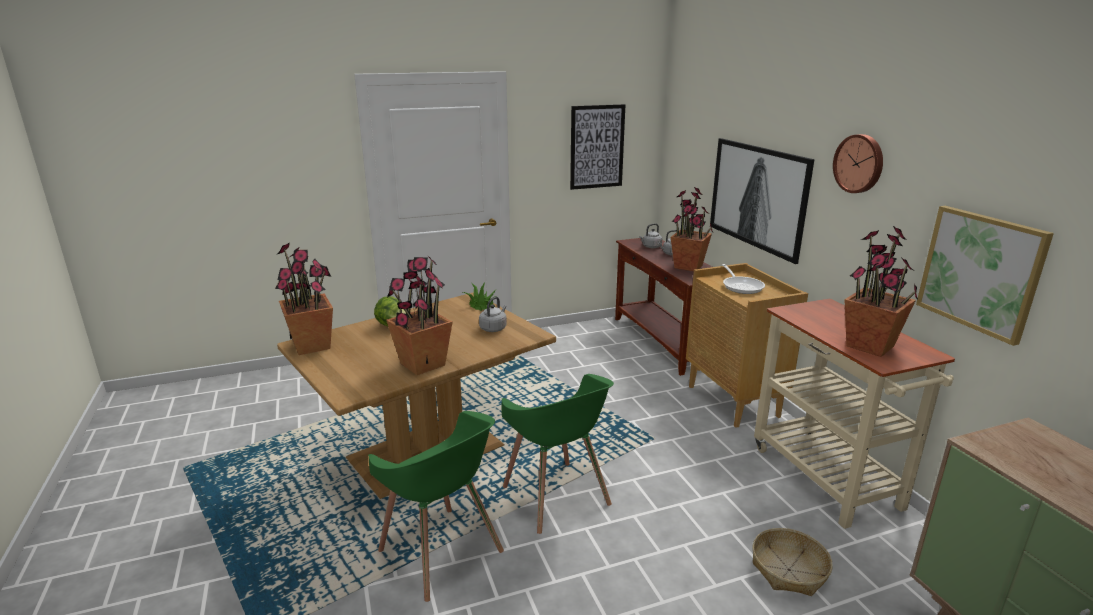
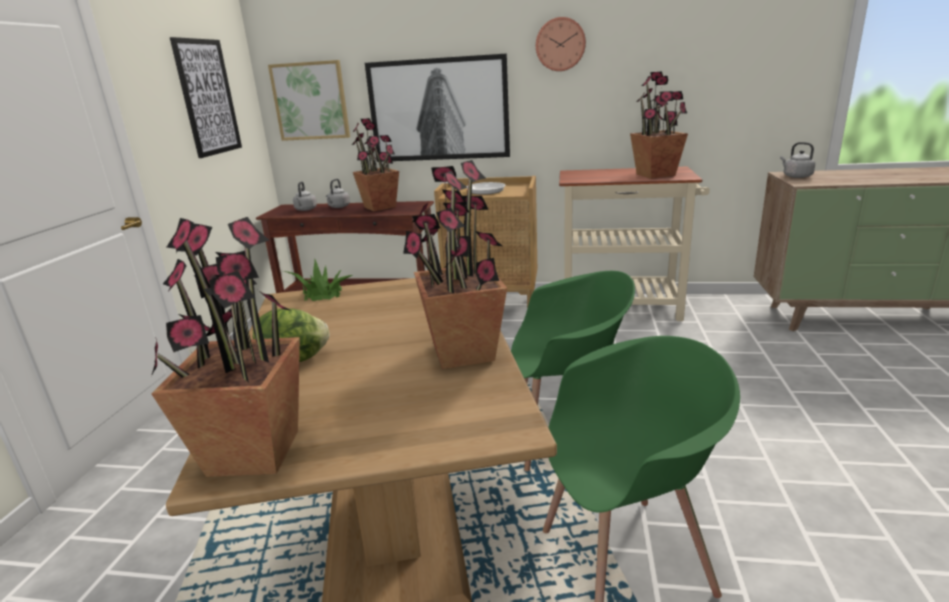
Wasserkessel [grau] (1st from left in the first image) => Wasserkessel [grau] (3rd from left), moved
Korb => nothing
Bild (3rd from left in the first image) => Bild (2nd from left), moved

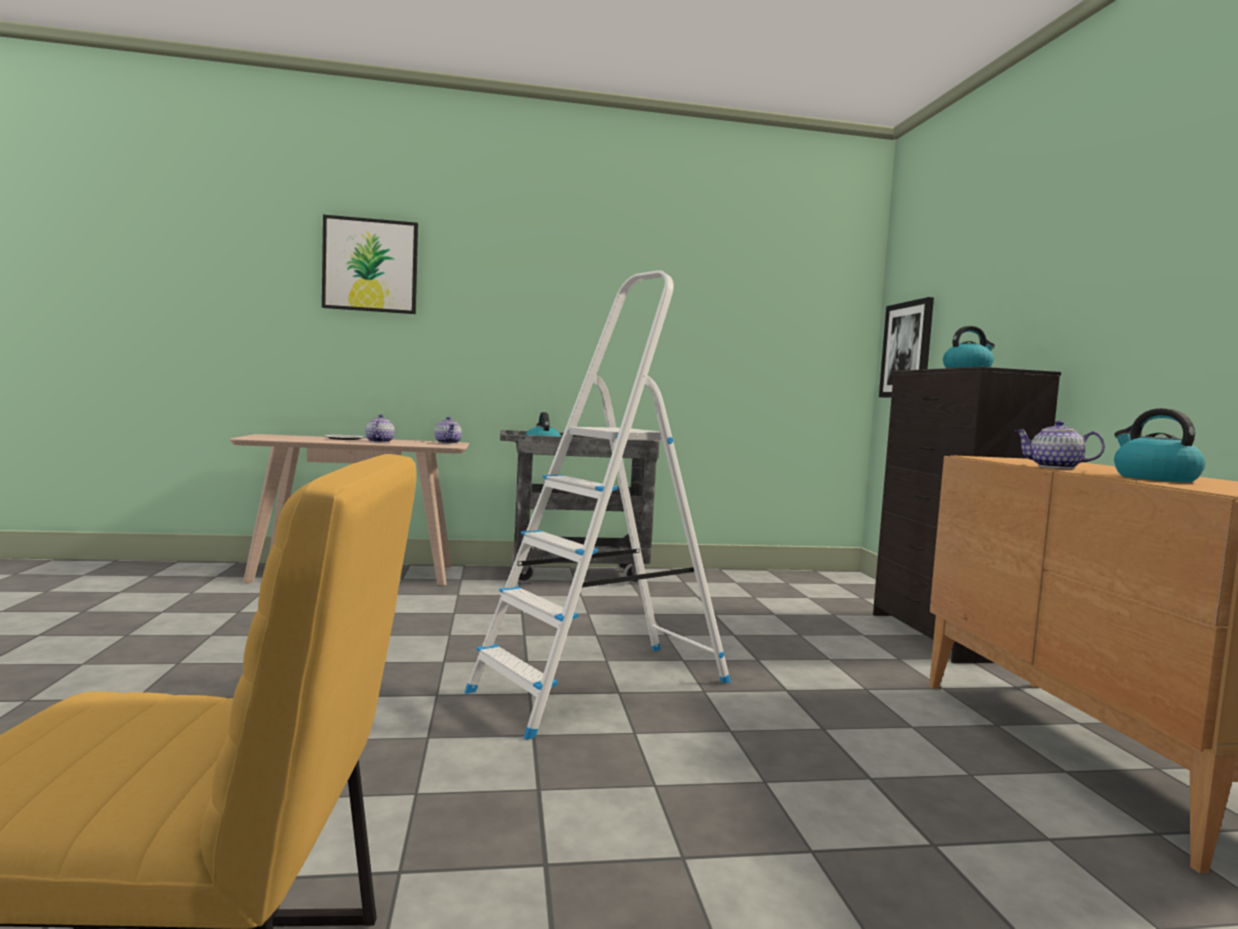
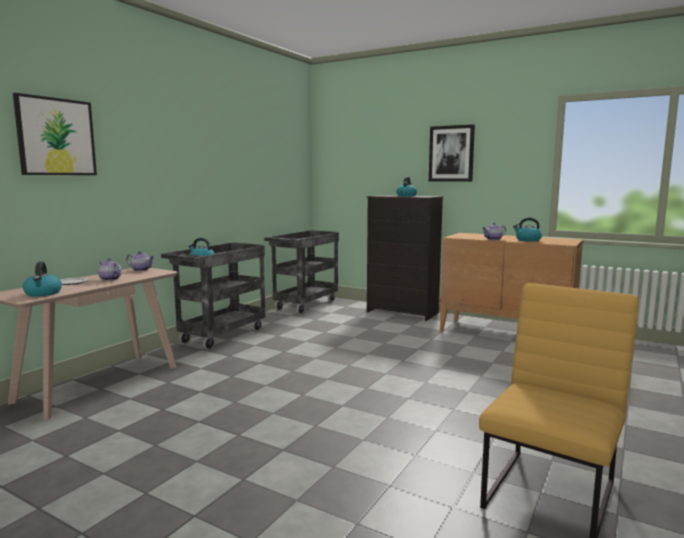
Trittleiter [weiß] => nothing
Bild (2nd from left), moved
nothing => Wasserkessel (1st from left)
nothing => Rollwagen [schwarz] (2nd from left)

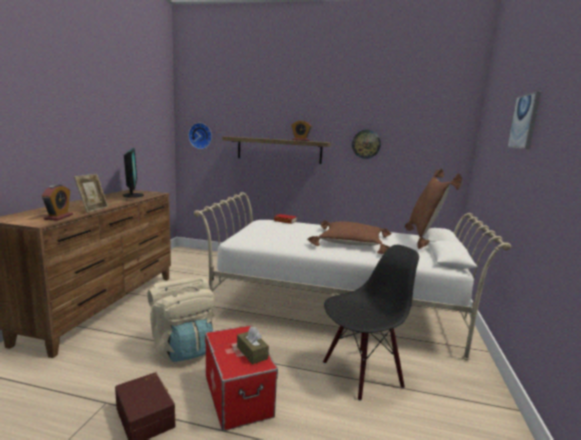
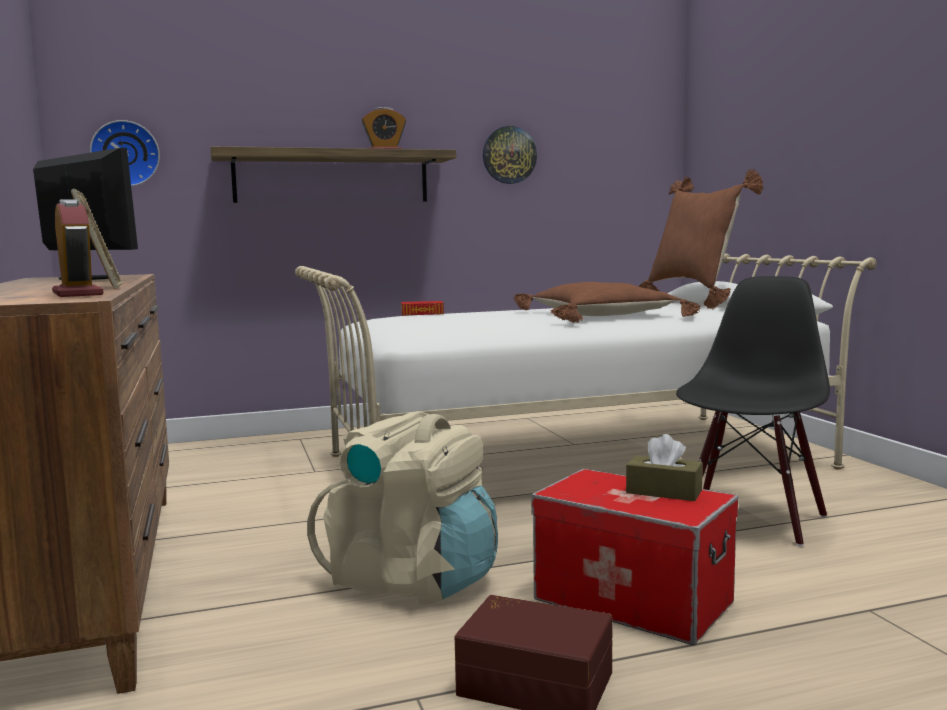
Bild => nothing

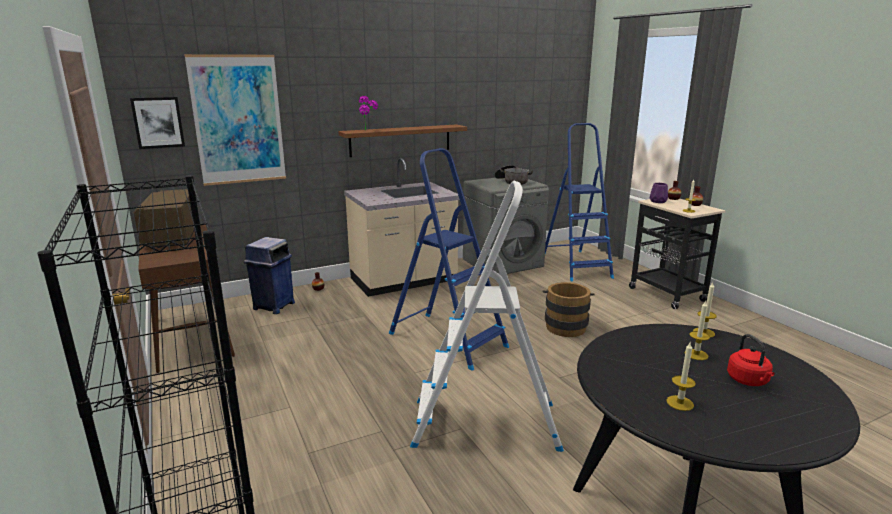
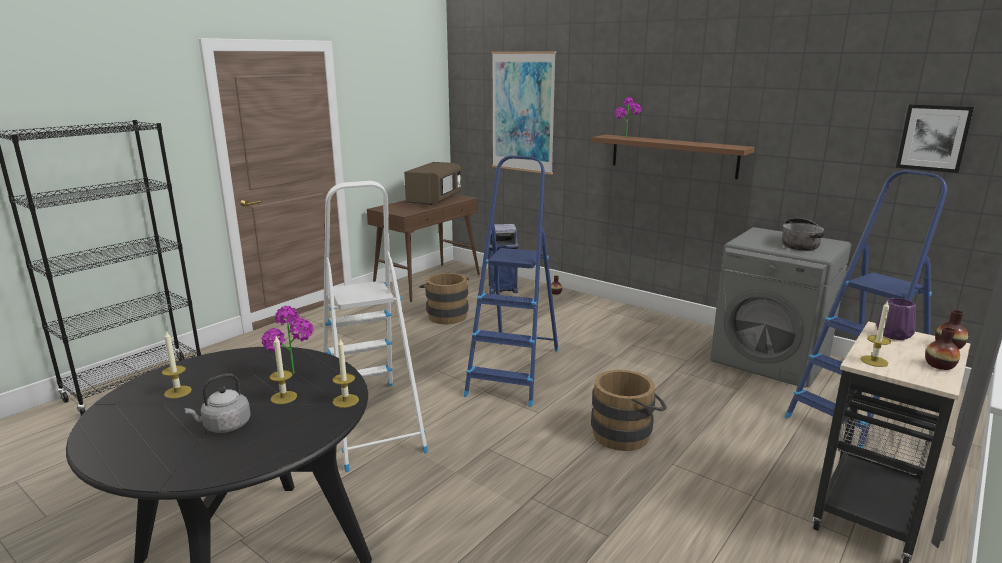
Bild (1st from left in the first image) => Bild (2nd from left), moved
Mikrowelle [braun], 150 degrees clockwise
Küchenzeile [beige] => nothing
Wasserkessel [rot] => Wasserkessel [grau]
nothing => Topfpflanze (1st from left)
nothing => Eimer [braun] (1st from left)

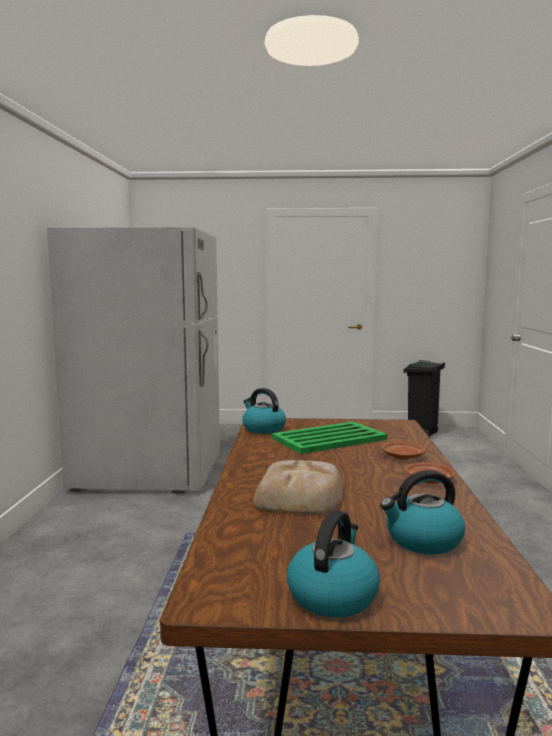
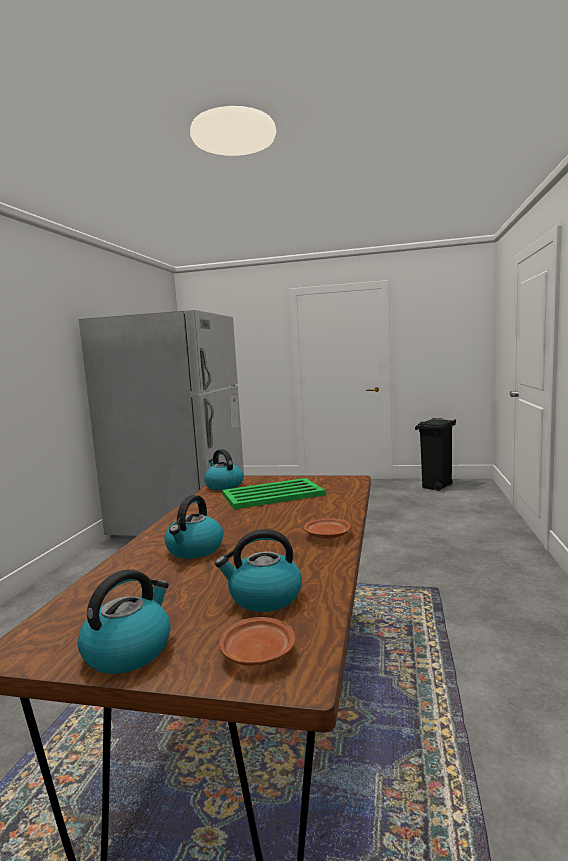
Brot => Wasserkessel (2nd from left)
Teller [braun] (1st from left), moved

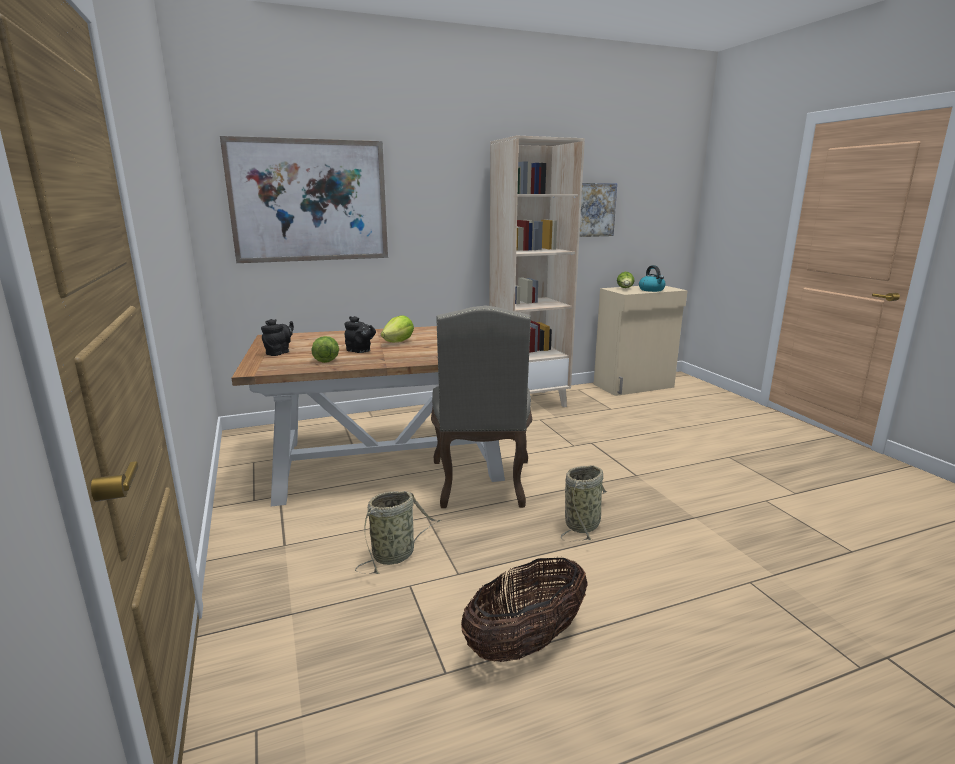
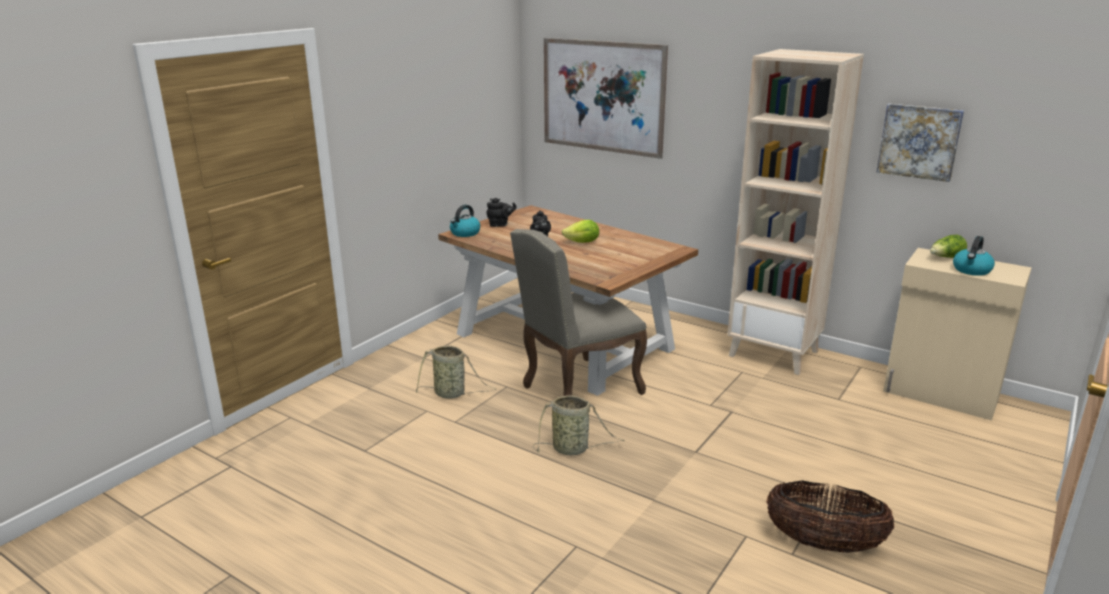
Salatkopf (1st from left) => nothing
Korb (2nd from left in the first image) => Korb (3rd from left), moved
nothing => Wasserkessel (1st from left)

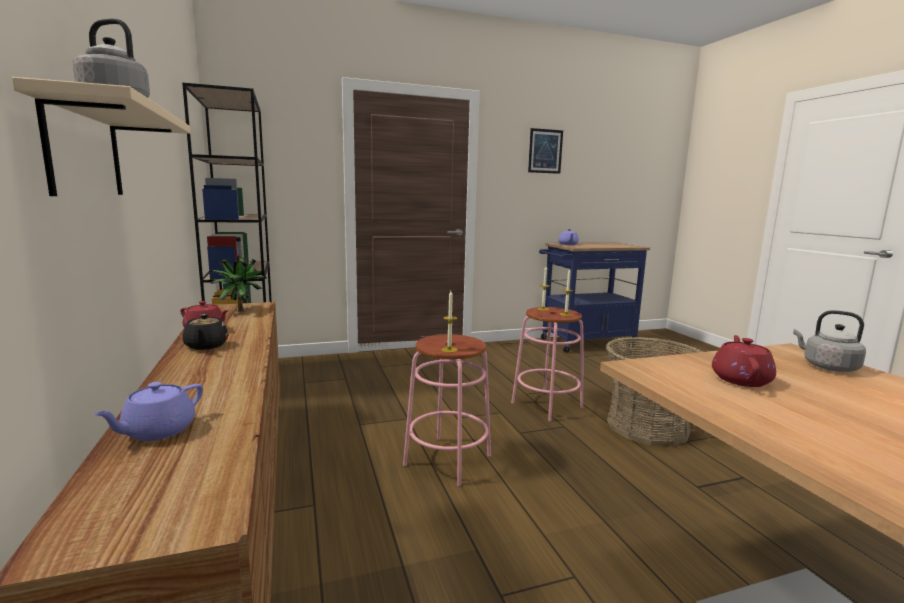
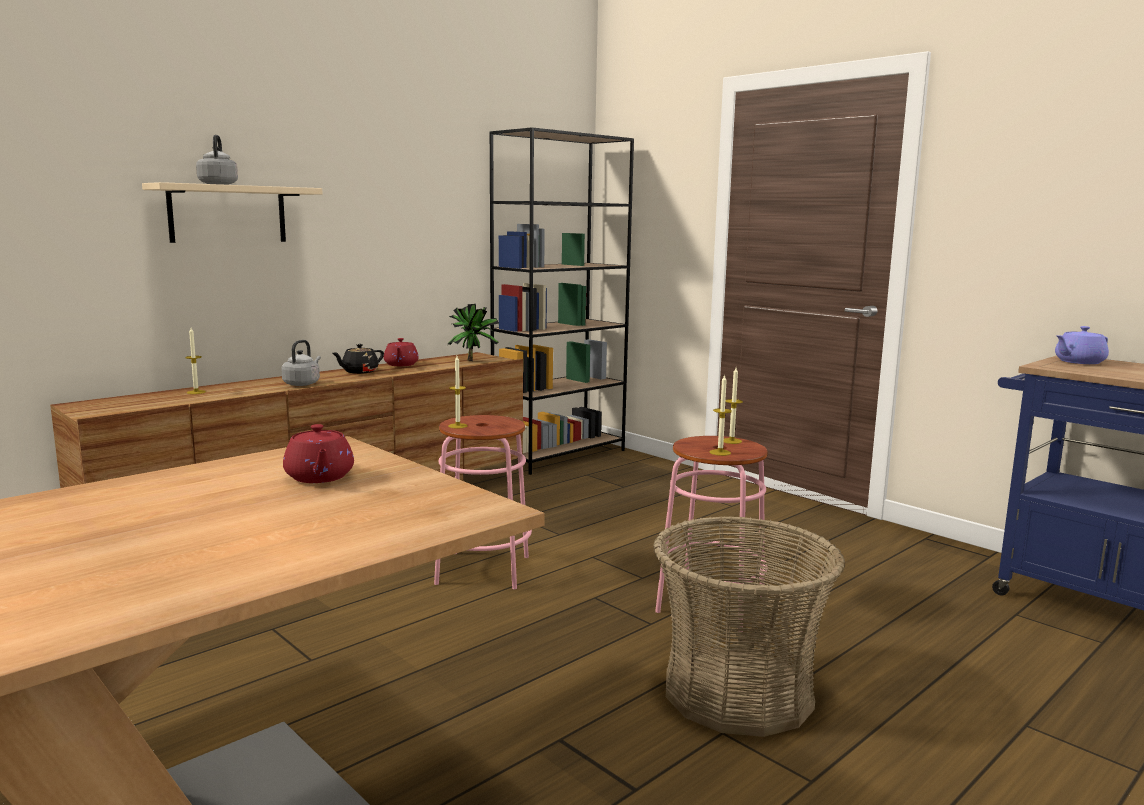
Teekanne [lila] (1st from left) => Kerze (1st from left)
Bild => nothing
Teekanne [rot] (2nd from left in the first image) => Teekanne [rot] (1st from left), 75 degrees clockwise
Wasserkessel [grau] (2nd from left), moved

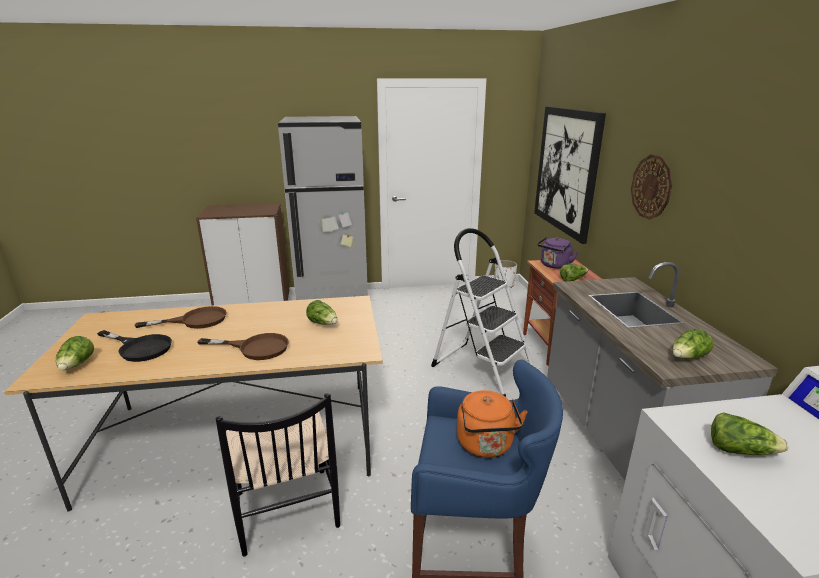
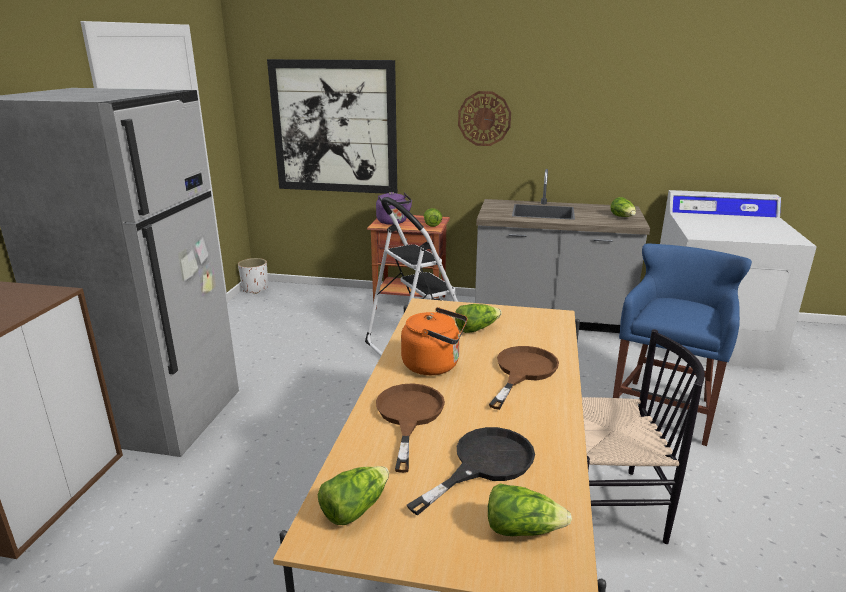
Wasserkessel [orange], moved
Salatkopf (5th from left in the first image) => Salatkopf (1st from left), moved

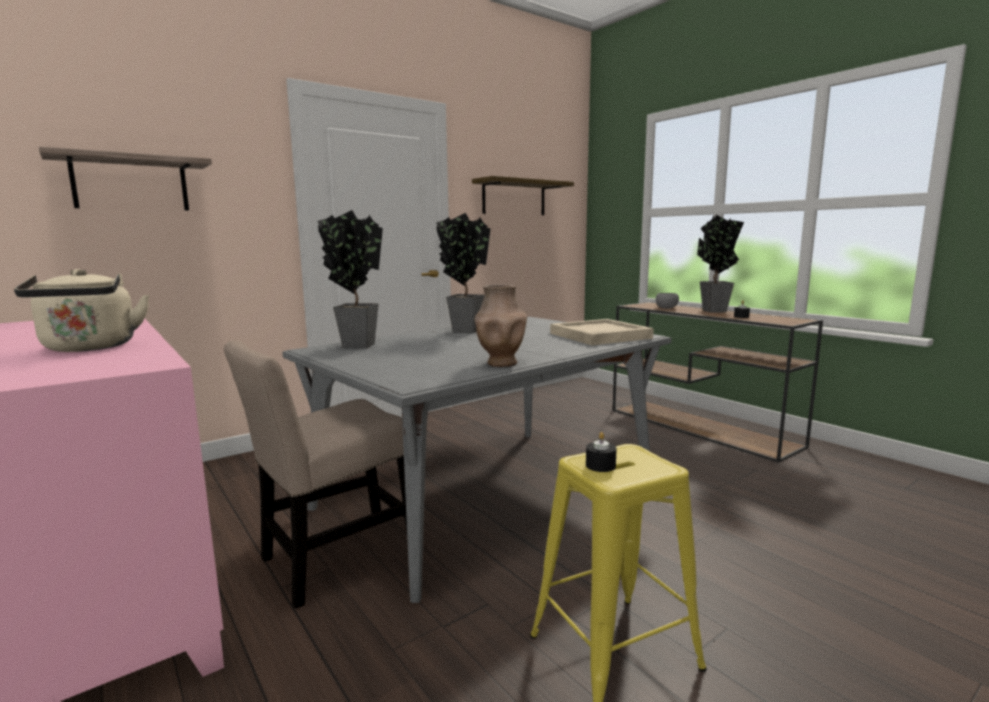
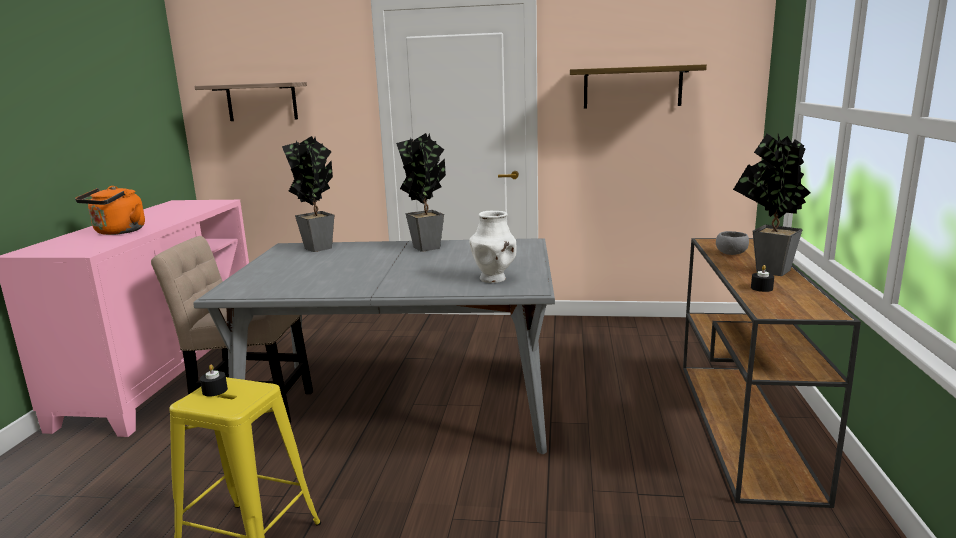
Wasserkessel [beige] => Wasserkessel [orange]
Vase [braun] => nothing
Tablett [beige] => Vase [weiß]

